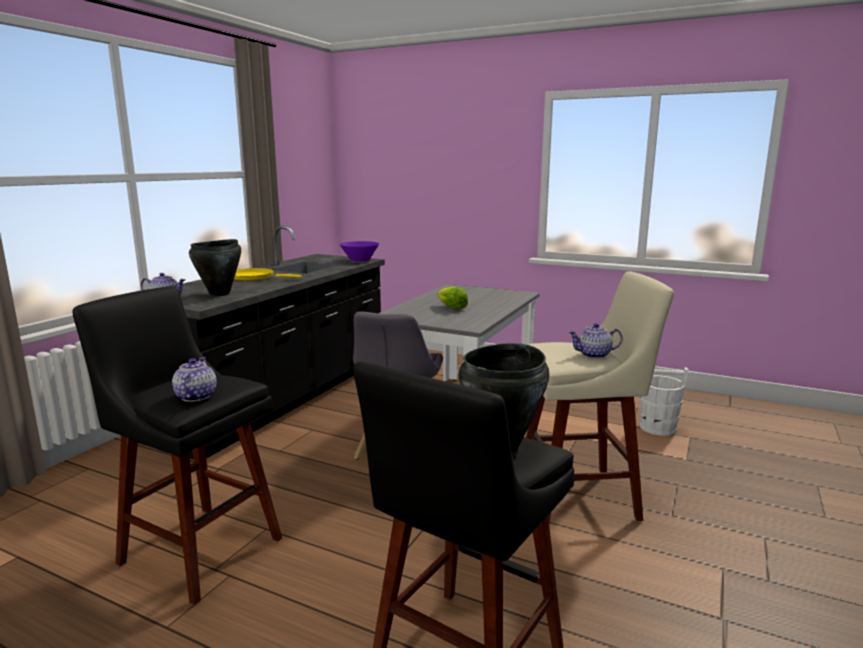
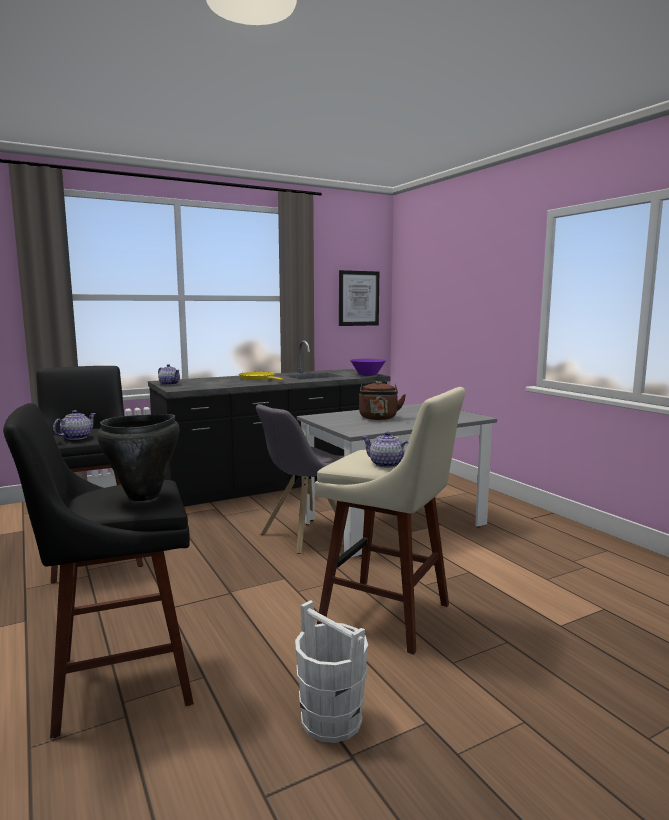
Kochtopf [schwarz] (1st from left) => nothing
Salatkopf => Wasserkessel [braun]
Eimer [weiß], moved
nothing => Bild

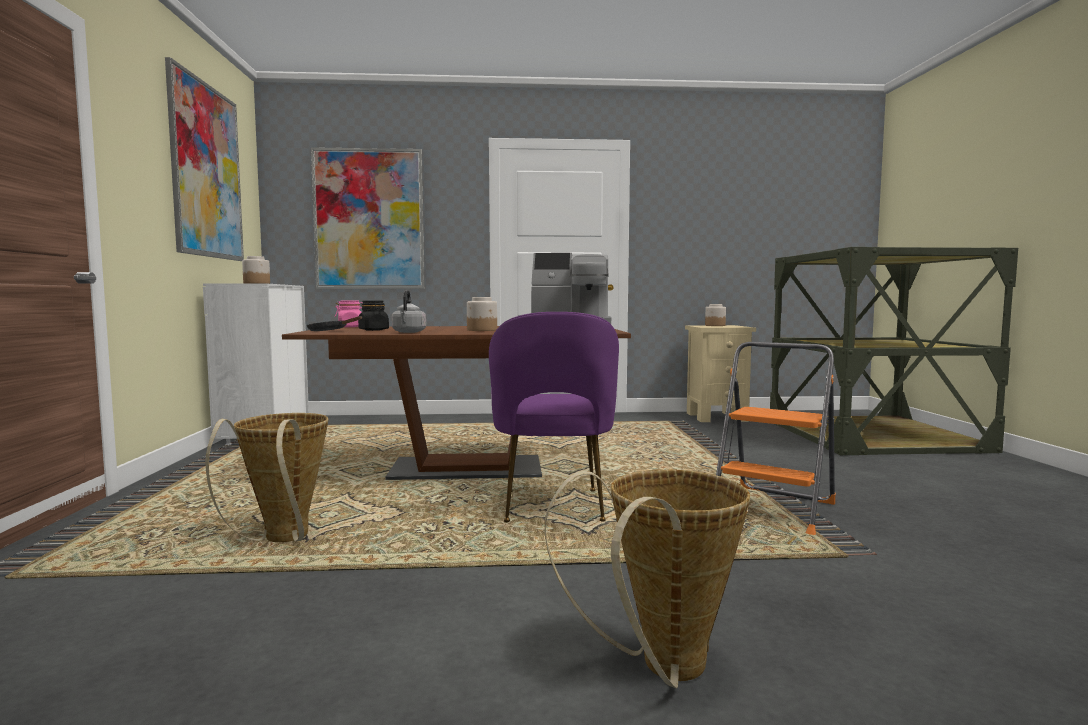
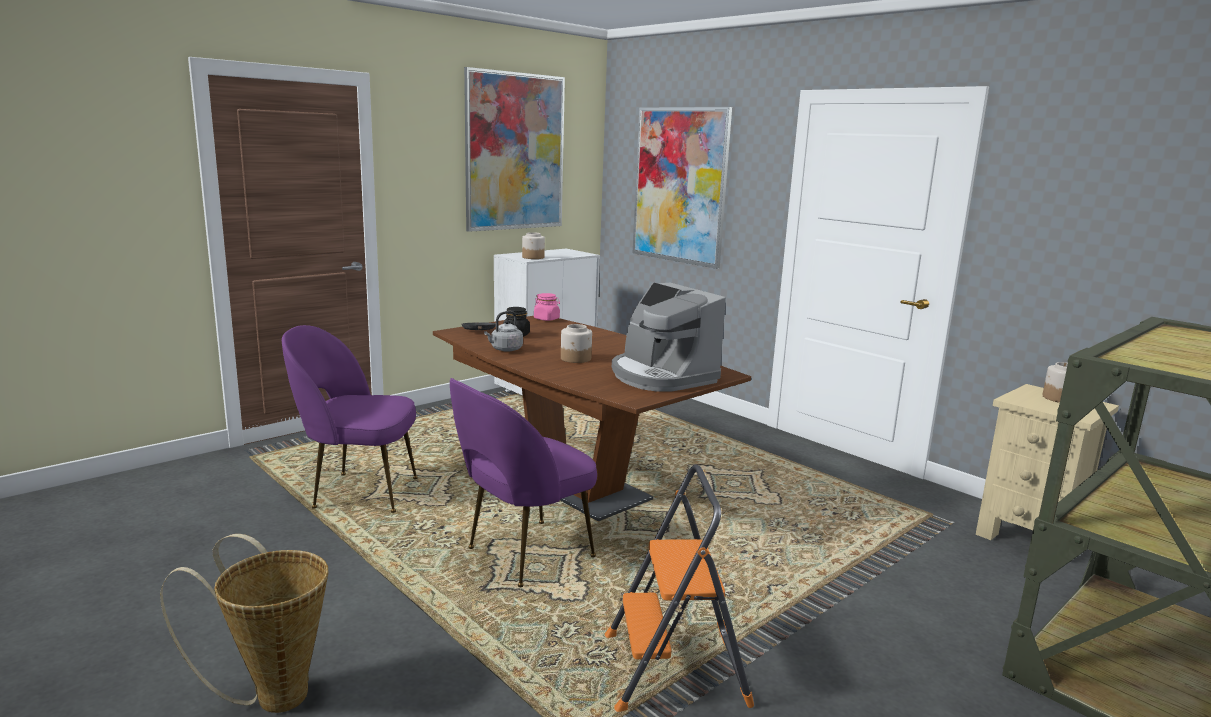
Korb (1st from left) => Stuhl [lila] (1st from left)

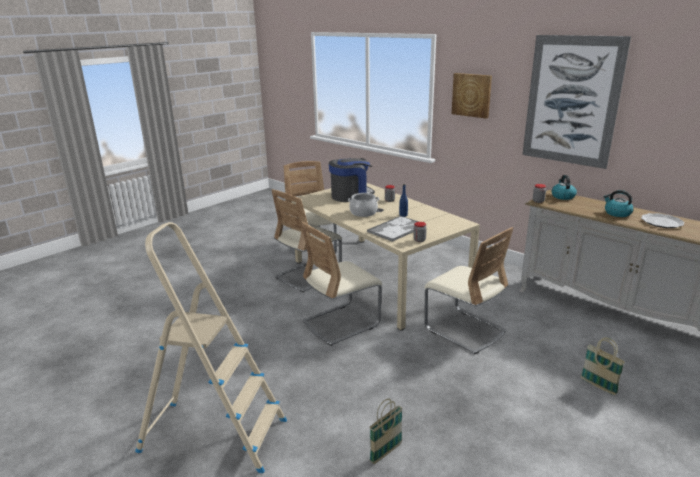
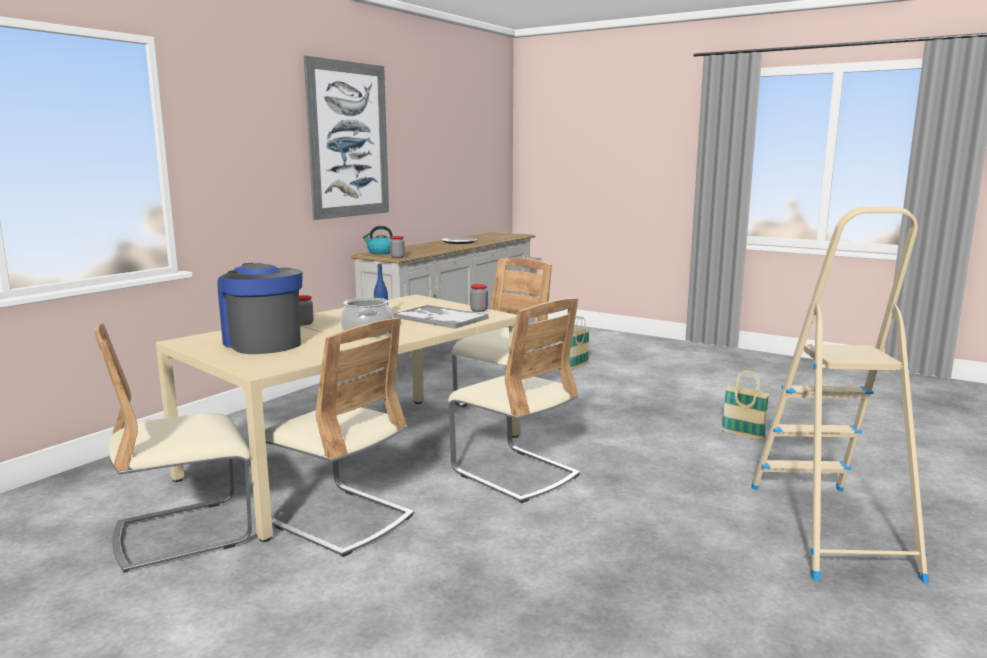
Bild (1st from left) => nothing
Wasserkessel (2nd from left) => nothing

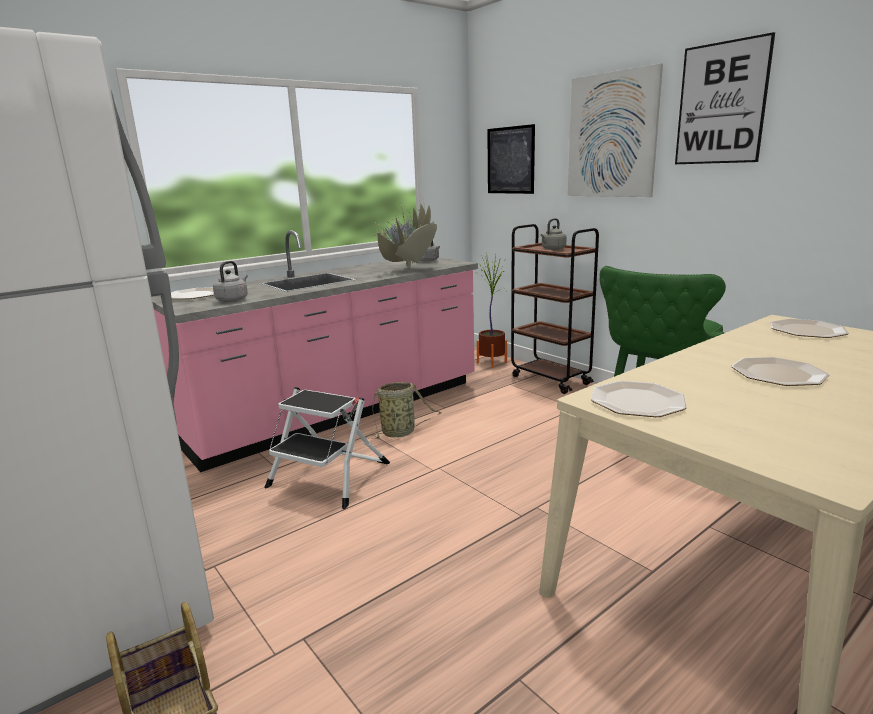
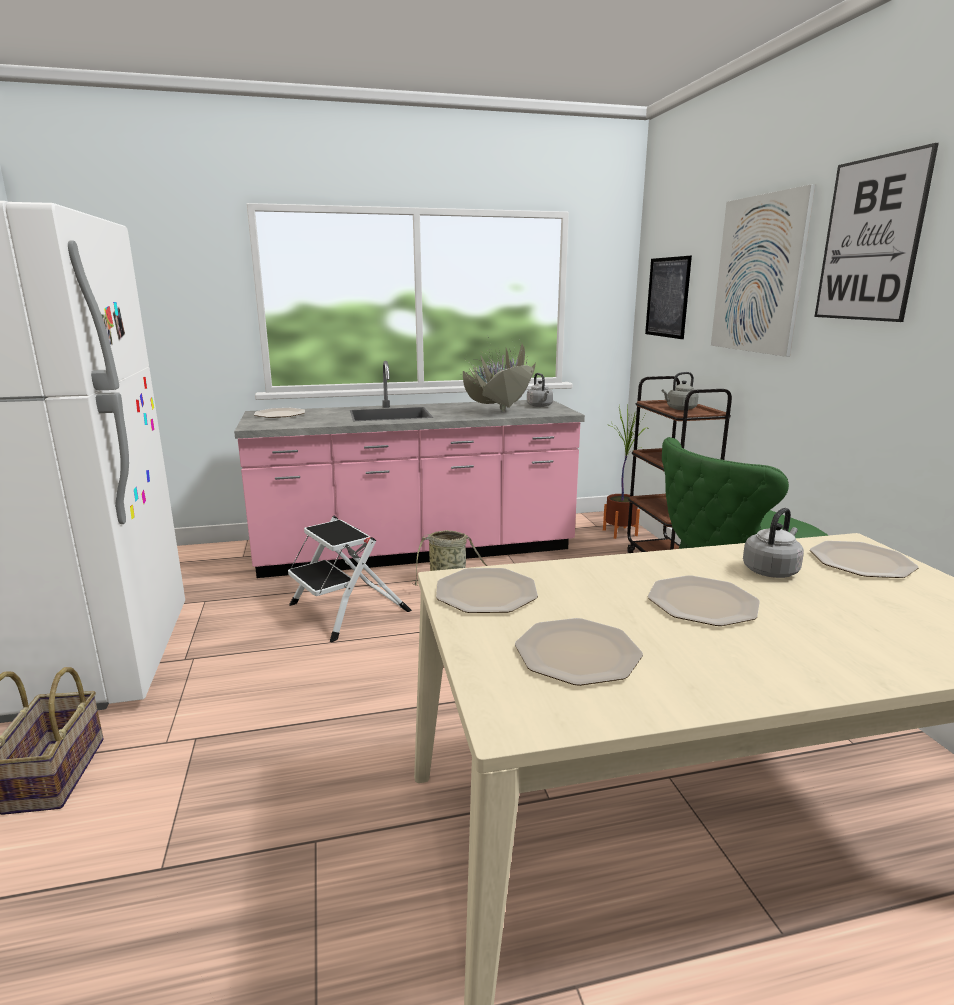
Wasserkessel [grau] (1st from left in the first image) => Wasserkessel [grau] (3rd from left), moved
nothing => Teller (3rd from left)

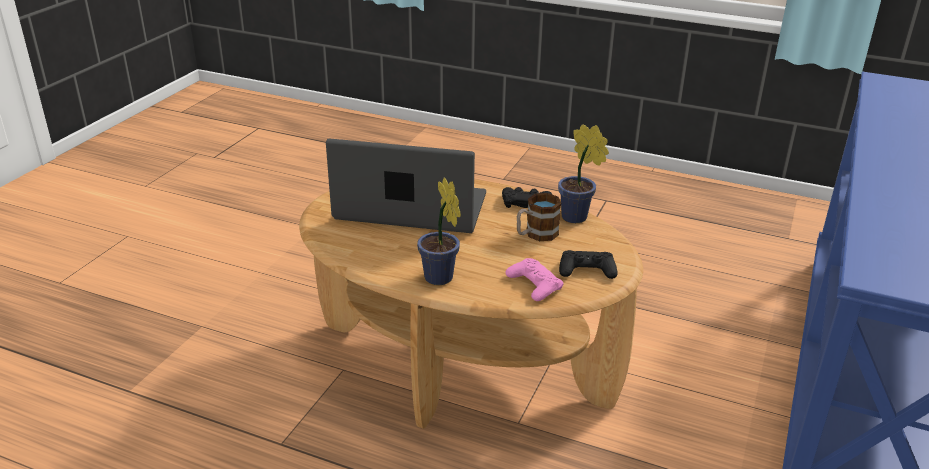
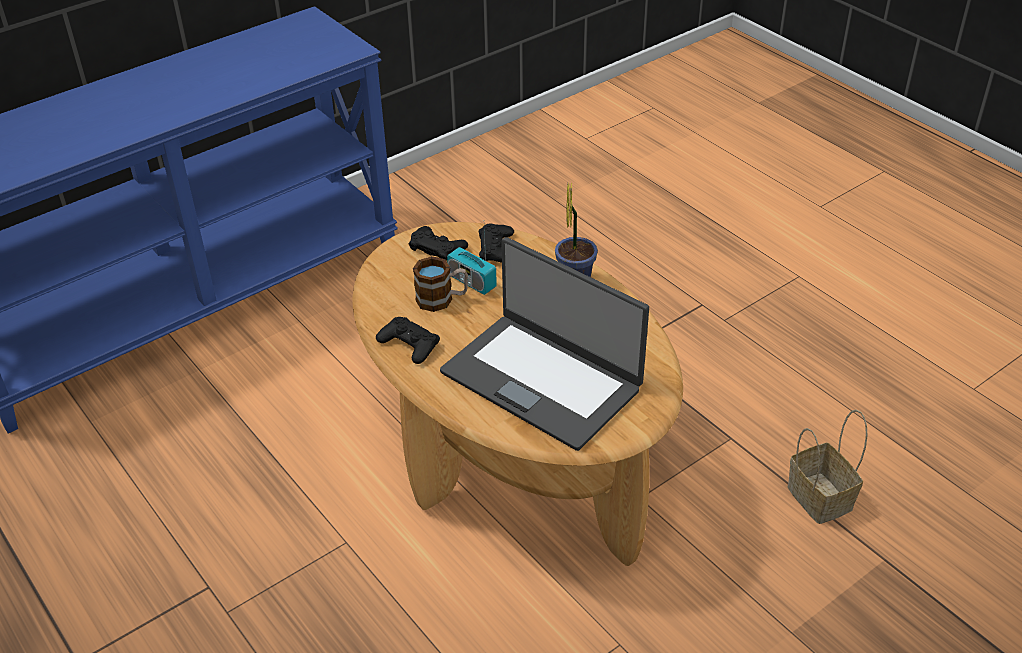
Gamepad [rosa] => Gamepad [schwarz] (3rd from left)
Topfpflanze (2nd from left) => nothing
nothing => Radio
nothing => Korb

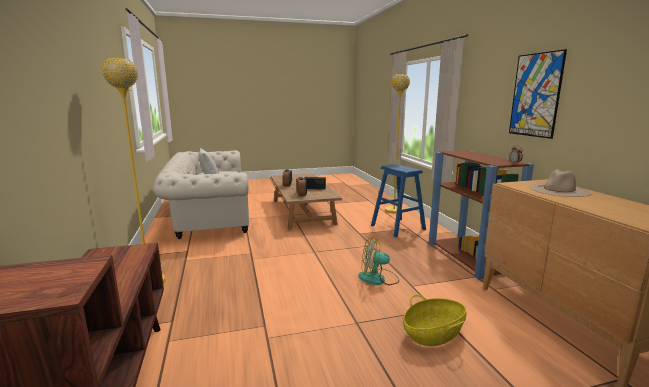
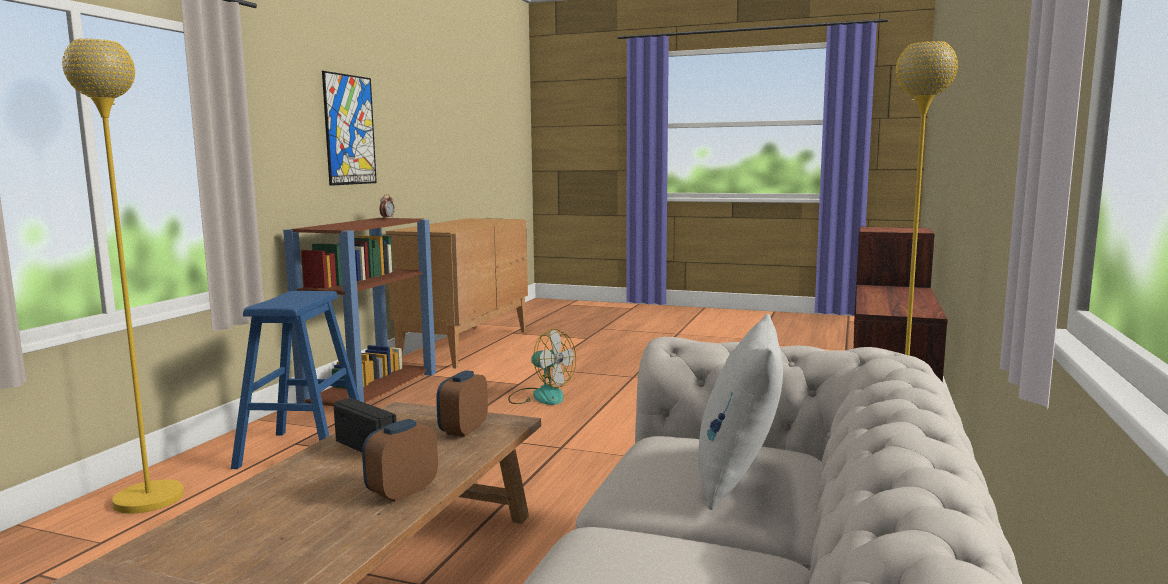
Korb => nothing
Hut [beige] => nothing

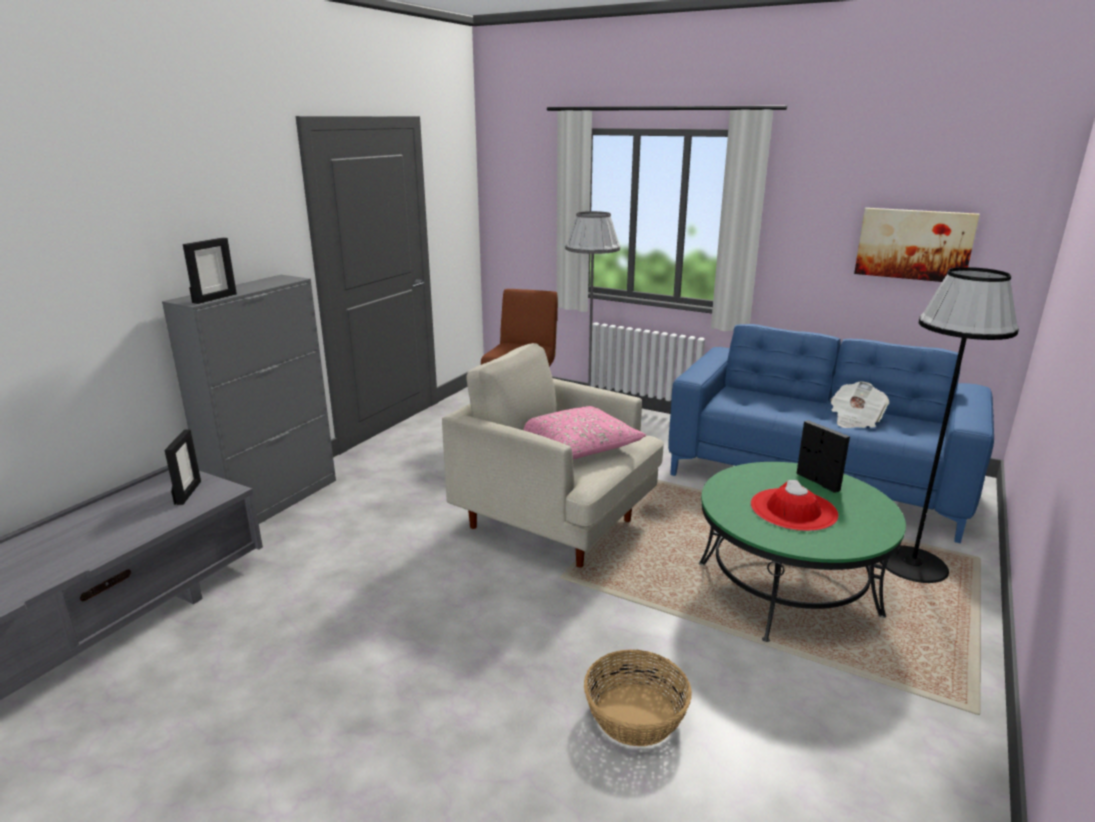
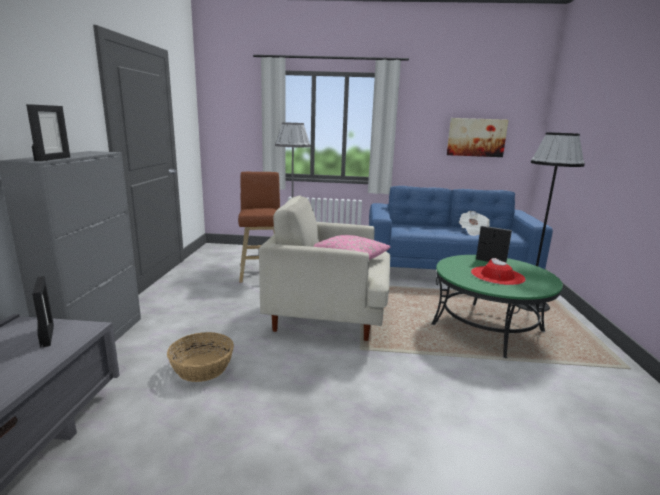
Korb, moved

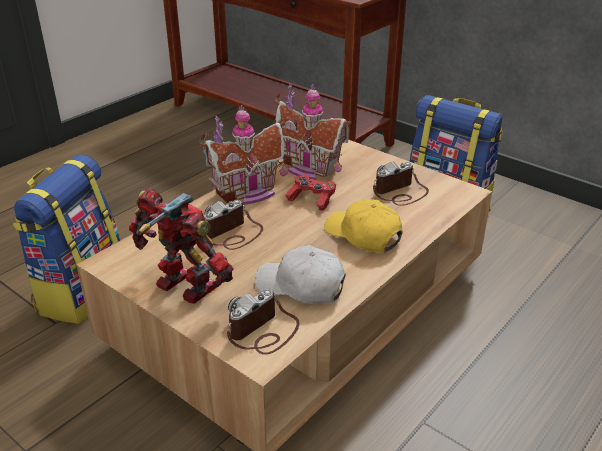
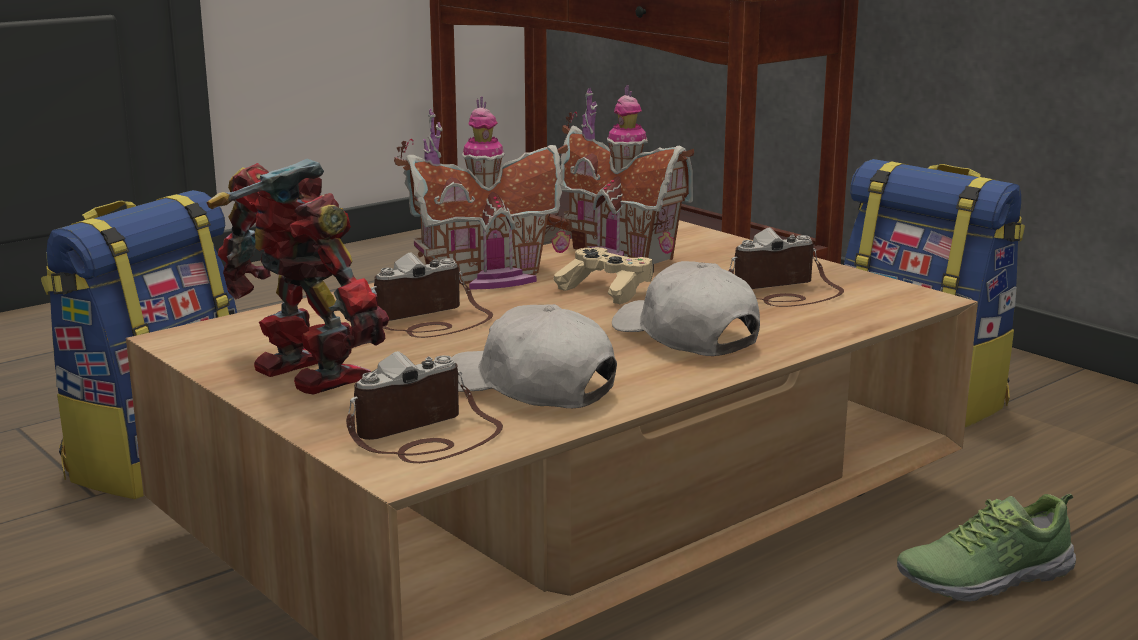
Gamepad [rot] => Gamepad [beige]
Kappe [gelb] => Kappe [weiß] (2nd from left)
nothing => Schuh

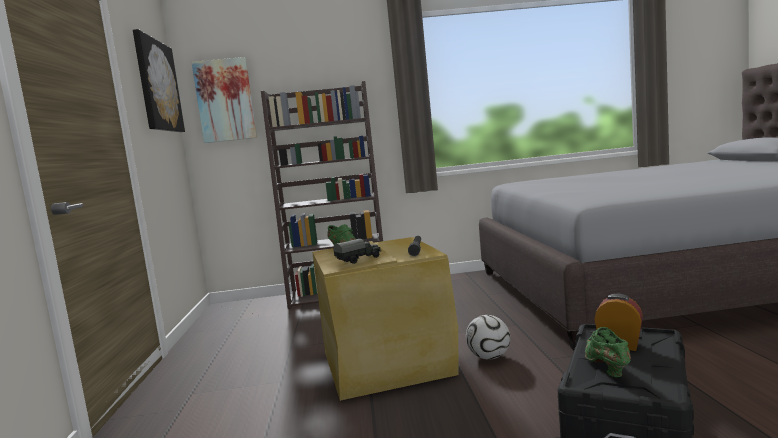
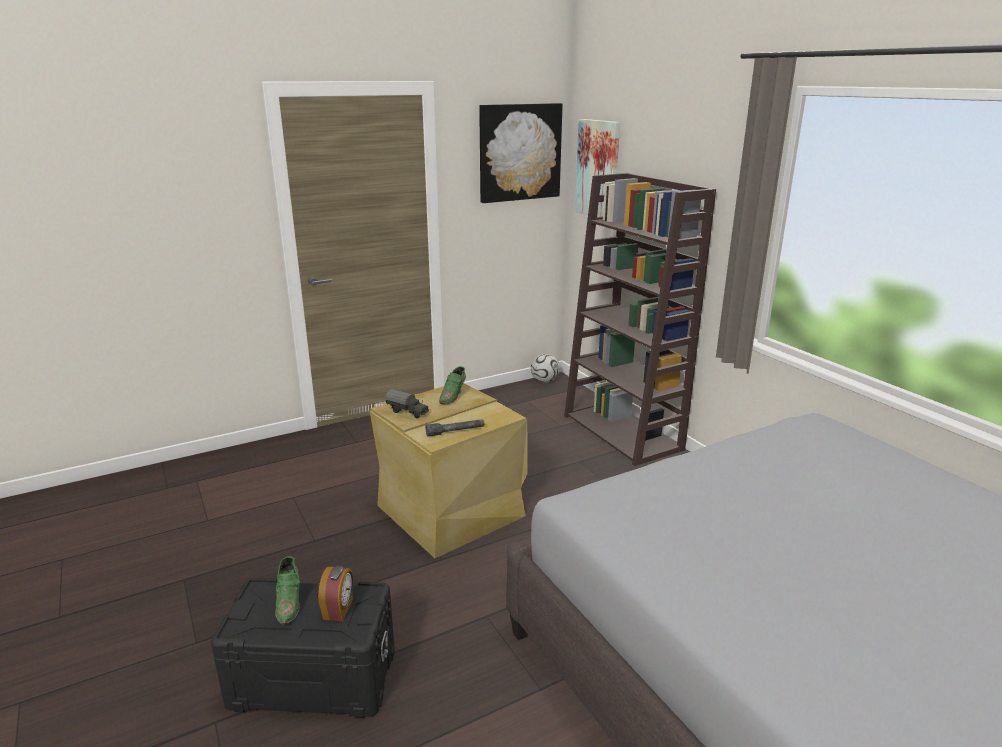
Fußball, moved
Schuh [grün] (2nd from left in the first image) => Schuh [grün] (1st from left), 105 degrees clockwise

